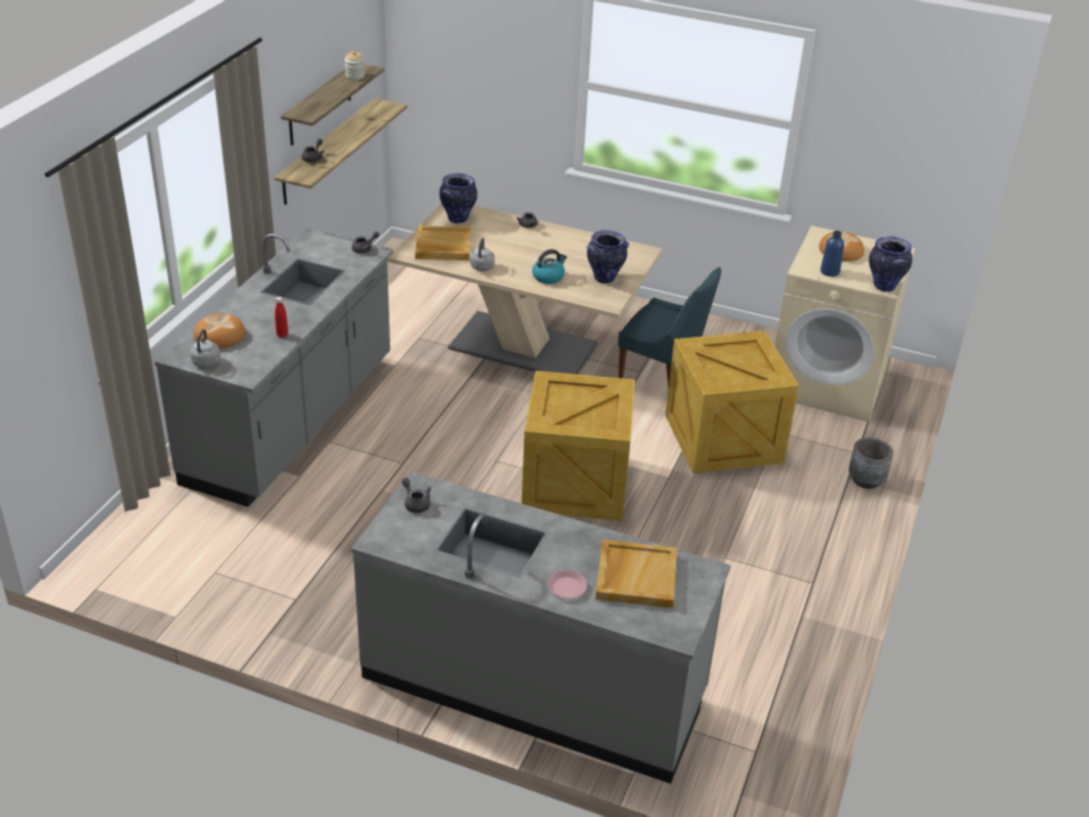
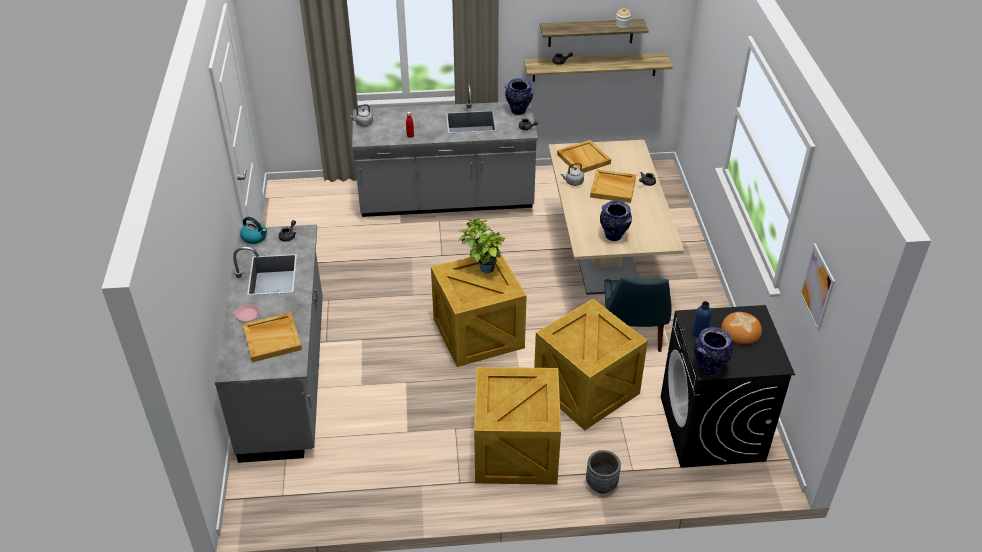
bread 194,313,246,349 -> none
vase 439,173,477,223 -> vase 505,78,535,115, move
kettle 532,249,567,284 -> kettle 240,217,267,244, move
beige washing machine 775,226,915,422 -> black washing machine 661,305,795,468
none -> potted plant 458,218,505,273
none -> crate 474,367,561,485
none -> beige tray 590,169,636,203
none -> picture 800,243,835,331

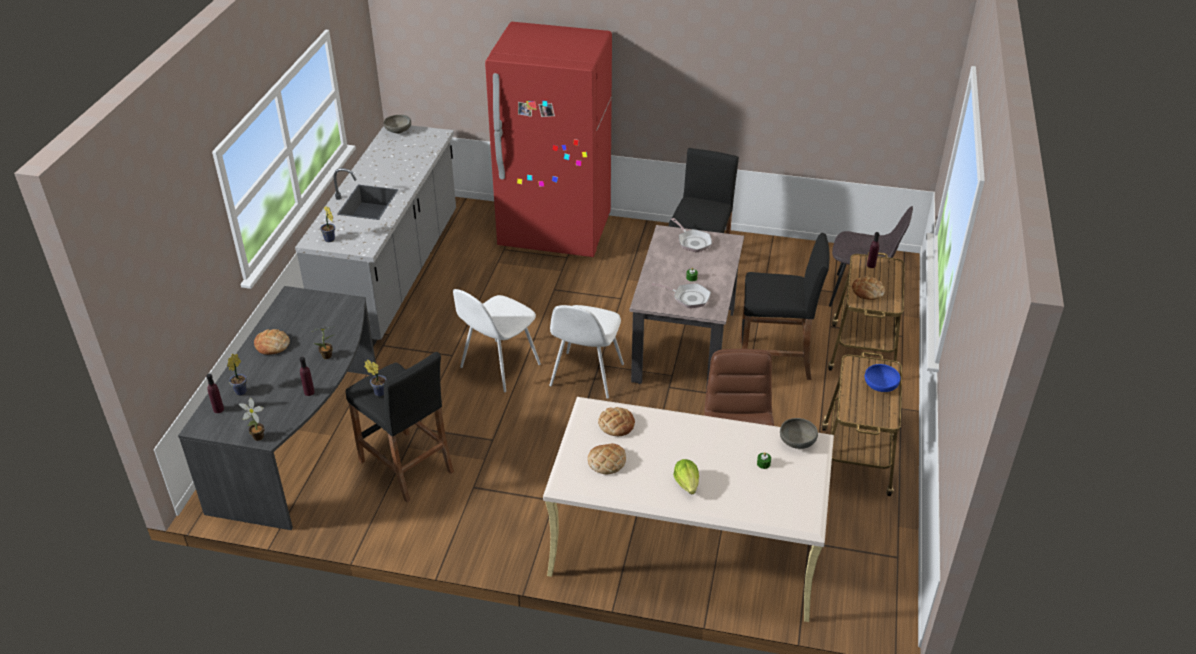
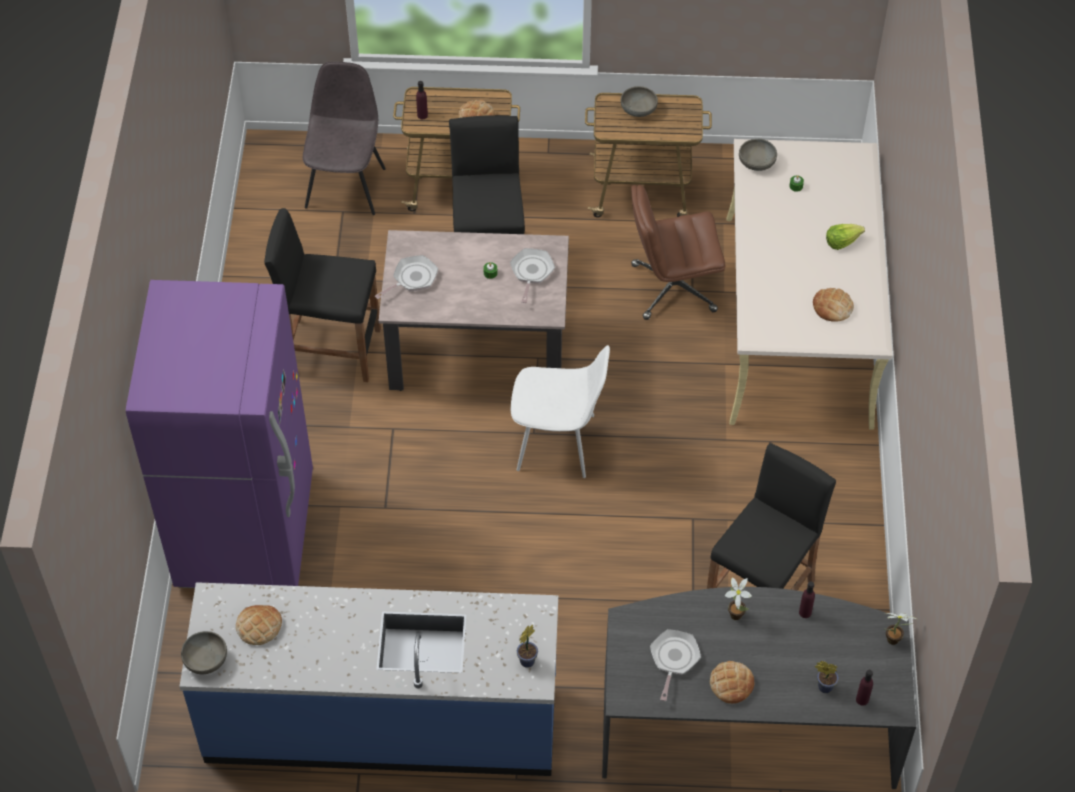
grey counter 295,125,456,347 -> blue counter 179,582,558,776
potted plant 364,360,387,397 -> none
white chair 453,289,541,392 -> none
red fridge 485,22,612,257 -> purple fridge 126,280,313,588
bread 598,407,635,436 -> bread 236,605,282,645, move
blue bowl 865,364,900,392 -> grey bowl 621,86,658,117
none -> frying pan 650,629,701,701

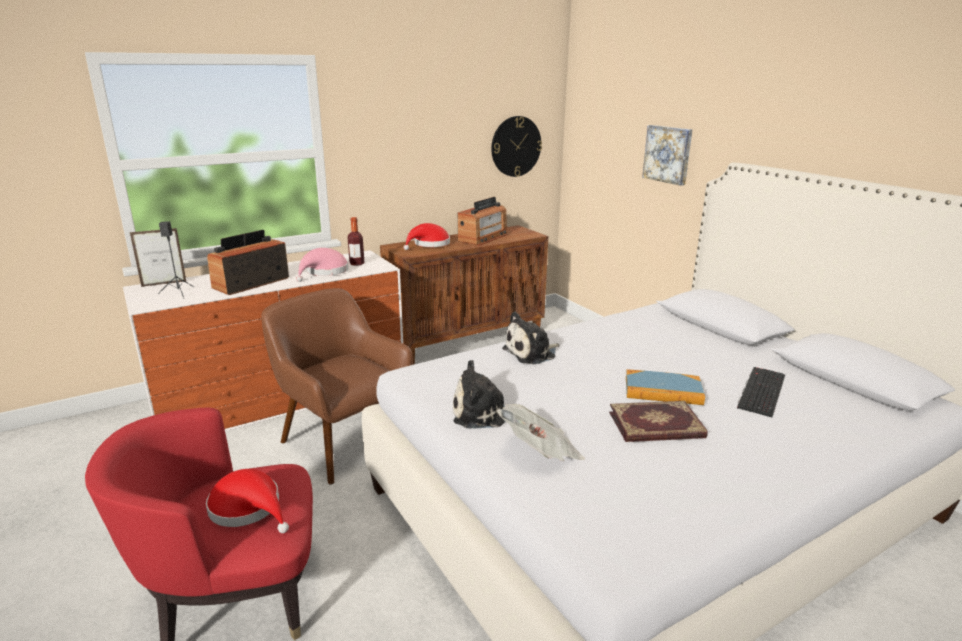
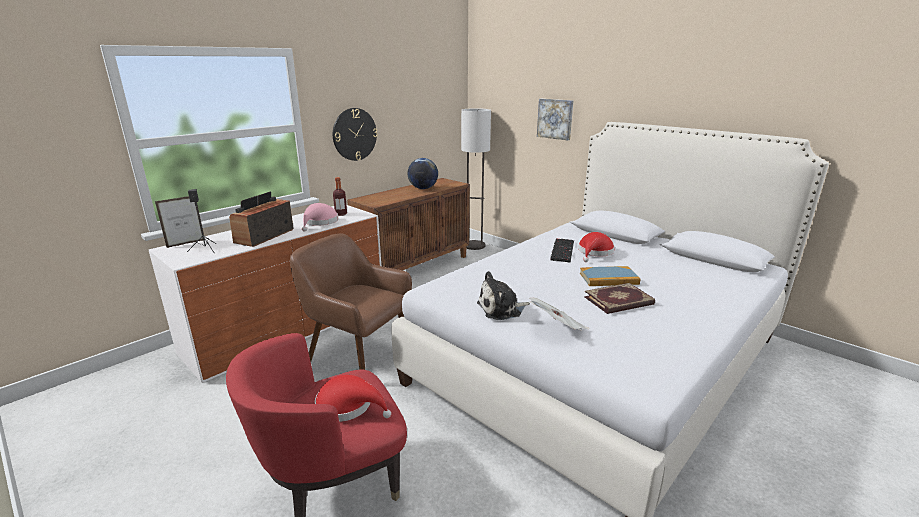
red hat 404,223,450,250 -> red hat 578,232,615,262, move
radio 458,197,507,246 -> globe 408,158,438,189
wall clock 491,116,542,177 -> wall clock 333,108,378,161, move
plush toy 502,312,560,364 -> none
keyboard 737,367,785,417 -> keyboard 550,238,574,263, move
none -> floor lamp 461,108,491,250

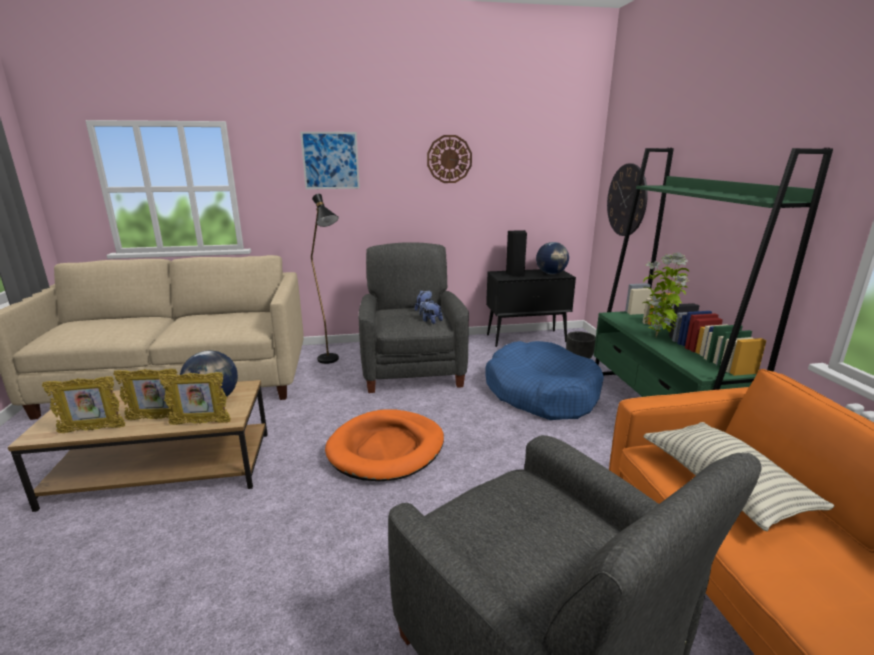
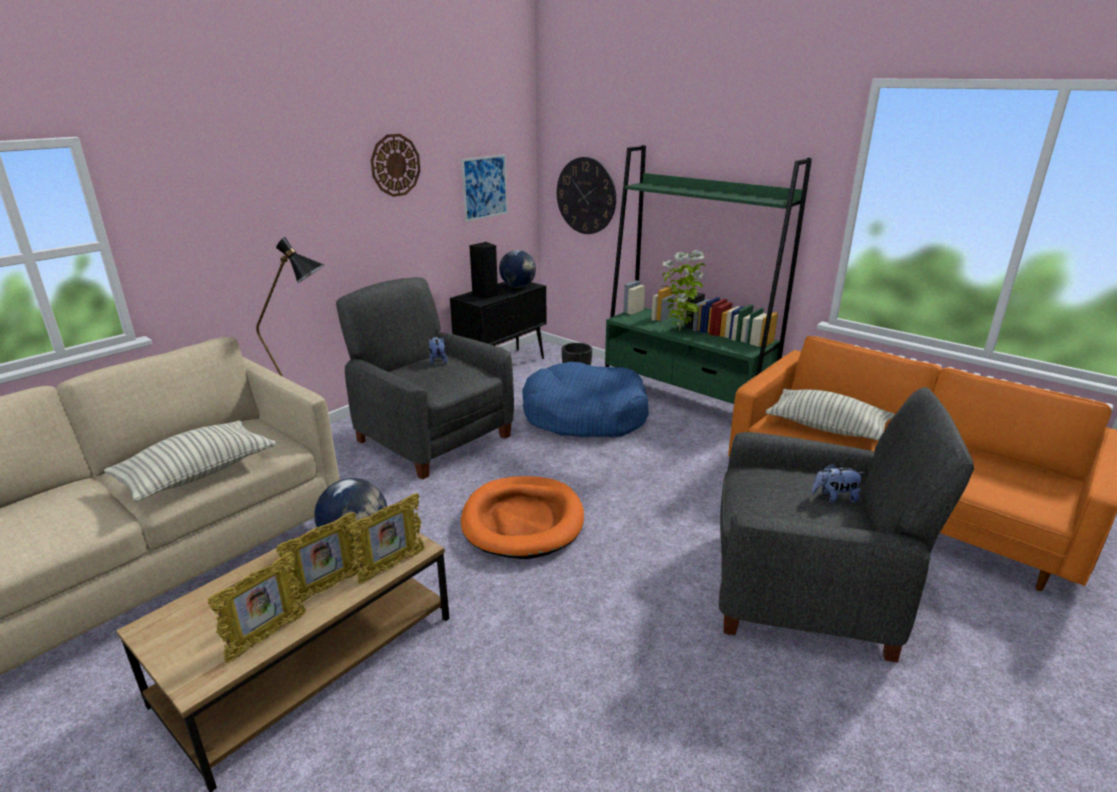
picture 300,132,360,189 -> picture 461,154,508,222, move
plush toy 419,300,443,324 -> plush toy 812,463,865,503, move
none -> pillow 104,420,276,502

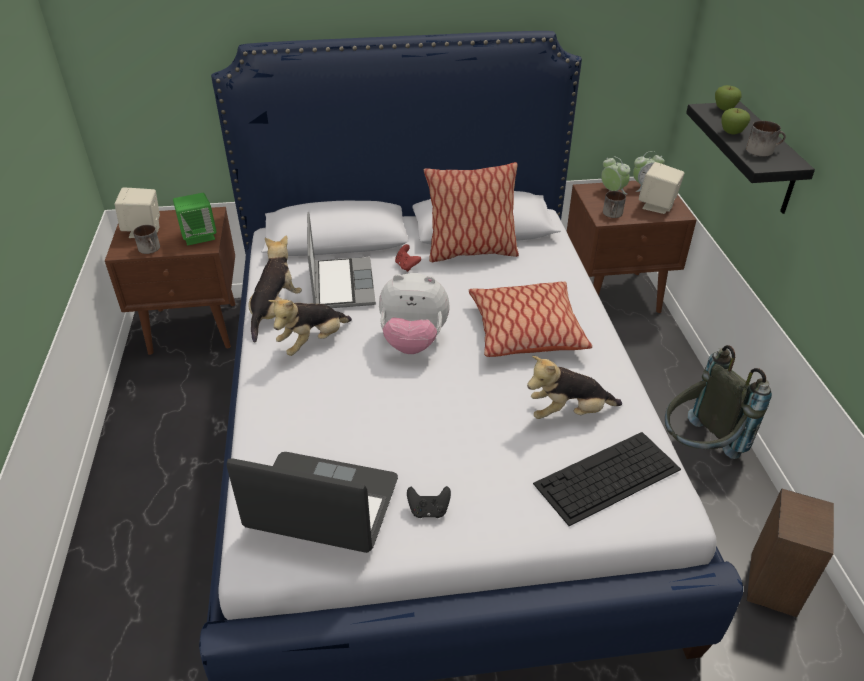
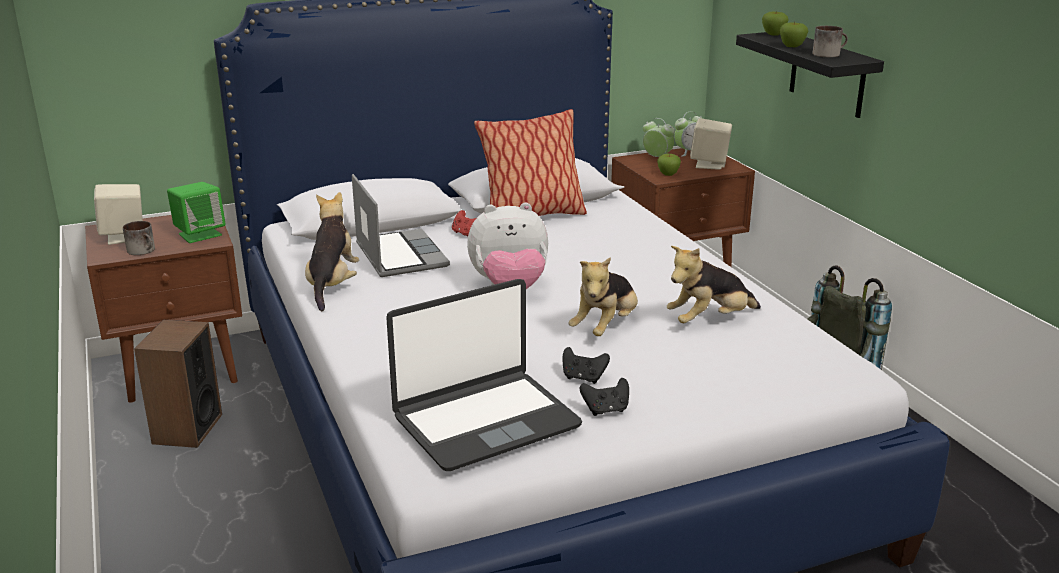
laptop 227,452,398,553 -> laptop 386,279,582,471, 150 degrees clockwise
plush toy 268,299,352,356 -> plush toy 568,257,638,336, move
pillow 469,282,592,357 -> none
keyboard 533,432,681,526 -> none
mug 603,191,626,218 -> apple 657,154,681,176
speaker 747,488,834,617 -> speaker 134,320,222,448, move
none -> black game controller 563,347,610,384

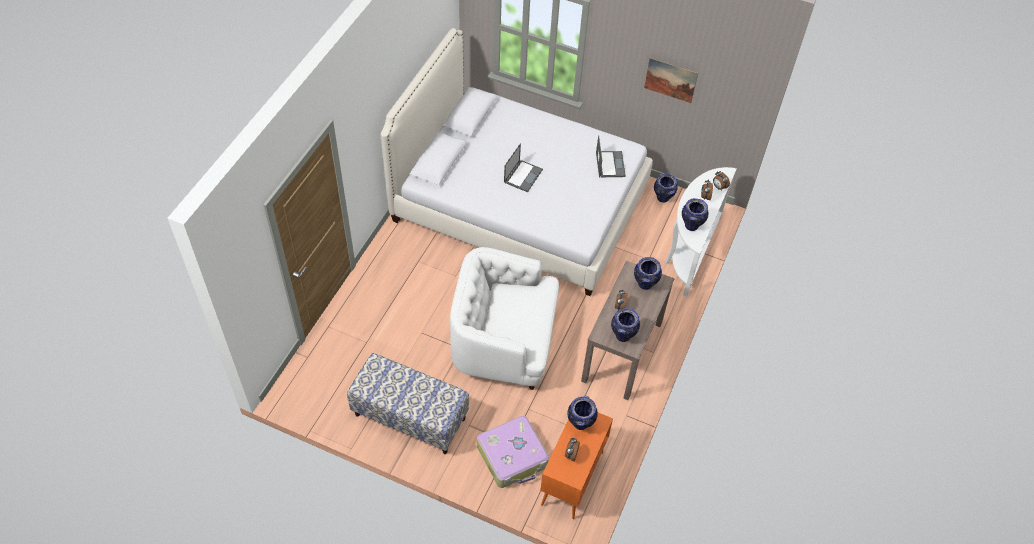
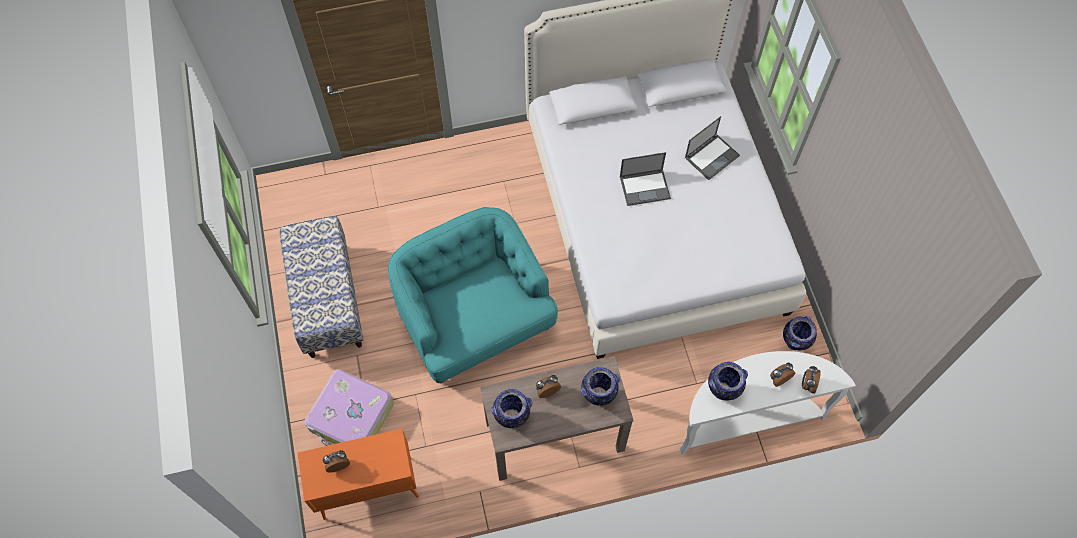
white armchair 450,247,559,390 -> turquoise armchair 388,207,558,384
vase 568,396,598,430 -> none
laptop 596,135,626,177 -> laptop 685,116,740,180, move
picture 644,57,698,103 -> none

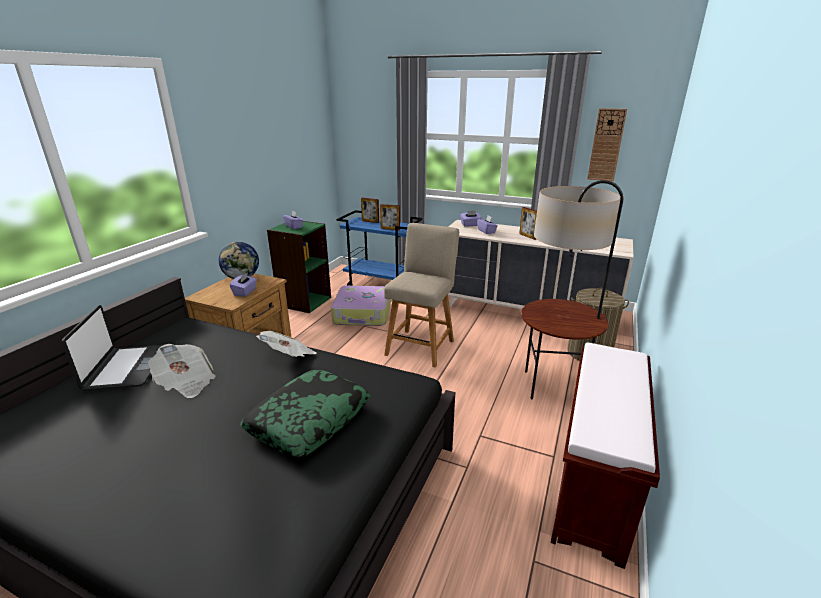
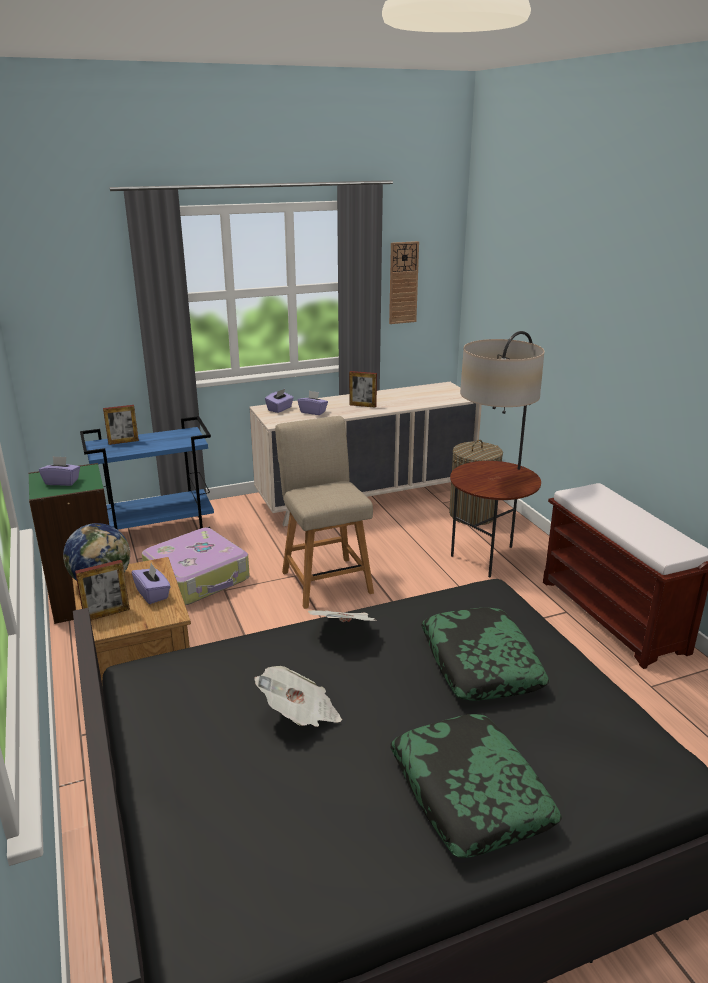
laptop 62,305,163,391 -> none
picture frame 380,204,400,230 -> picture frame 75,560,130,620, move
none -> pillow 390,714,562,858

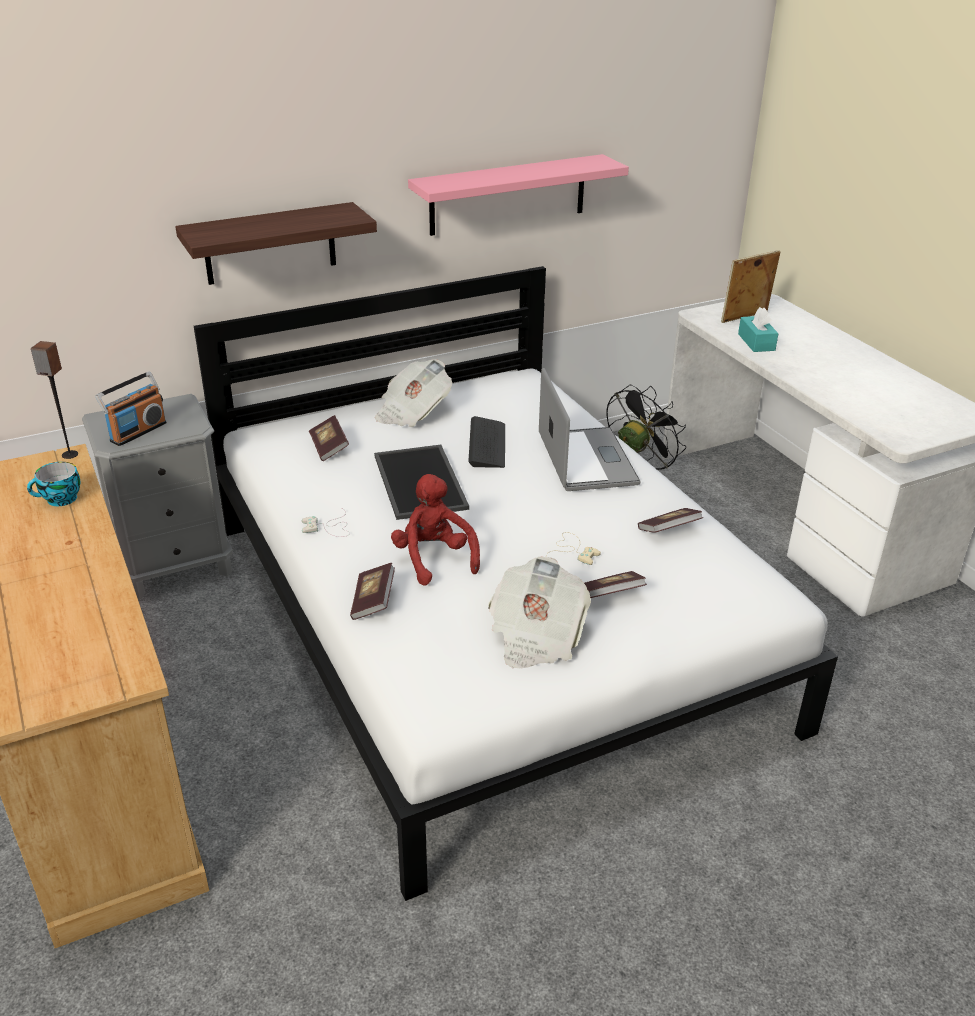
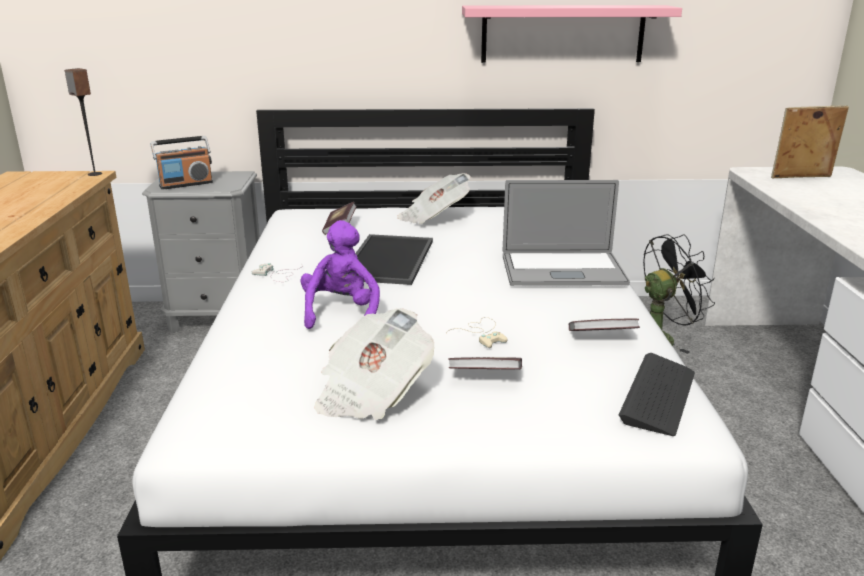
cup 27,462,80,506 -> none
shelf 175,202,377,285 -> none
book 350,563,395,620 -> none
red plush toy 391,474,480,585 -> purple plush toy 300,220,380,329
keyboard 468,416,505,468 -> keyboard 619,353,695,436, move
laptop 539,368,641,491 -> laptop 503,180,630,286, 75 degrees clockwise
turquoise tissue box 738,307,779,352 -> none

